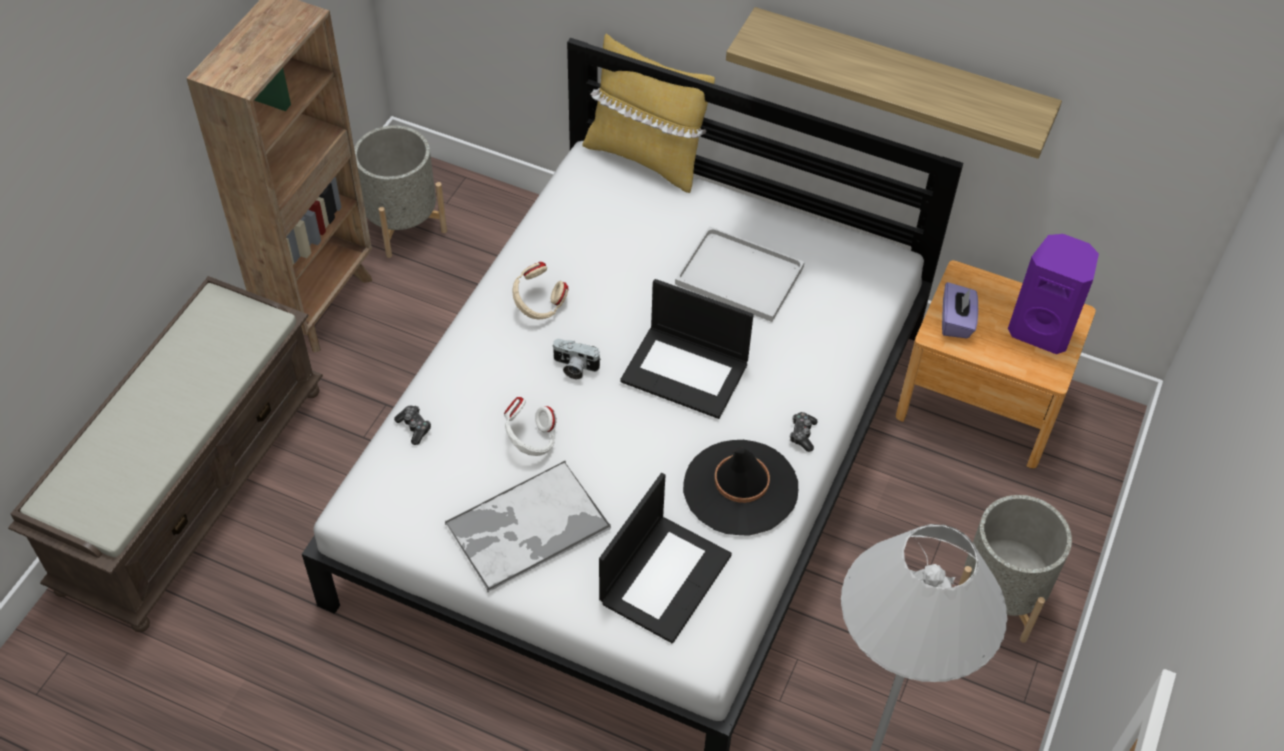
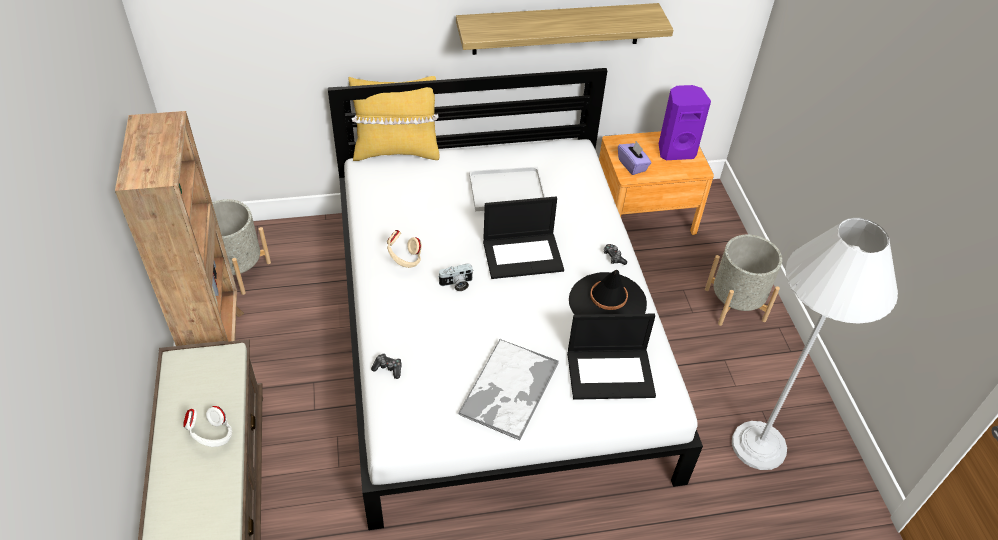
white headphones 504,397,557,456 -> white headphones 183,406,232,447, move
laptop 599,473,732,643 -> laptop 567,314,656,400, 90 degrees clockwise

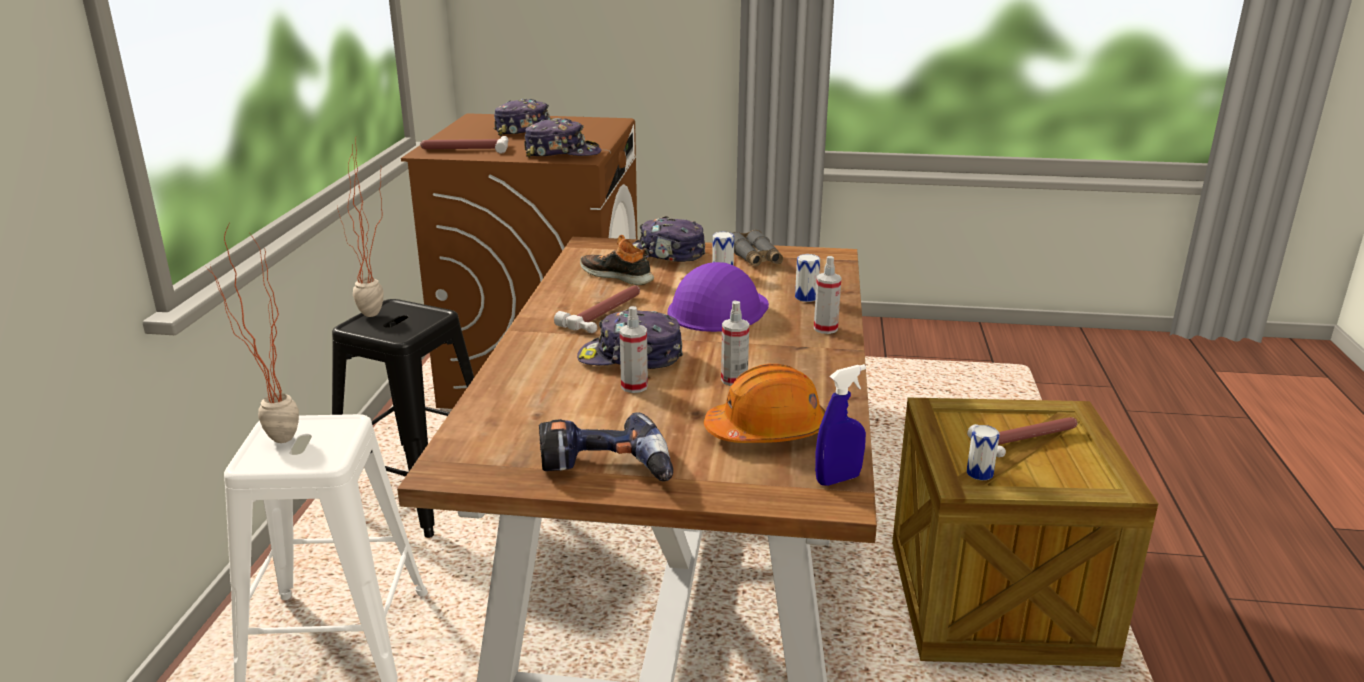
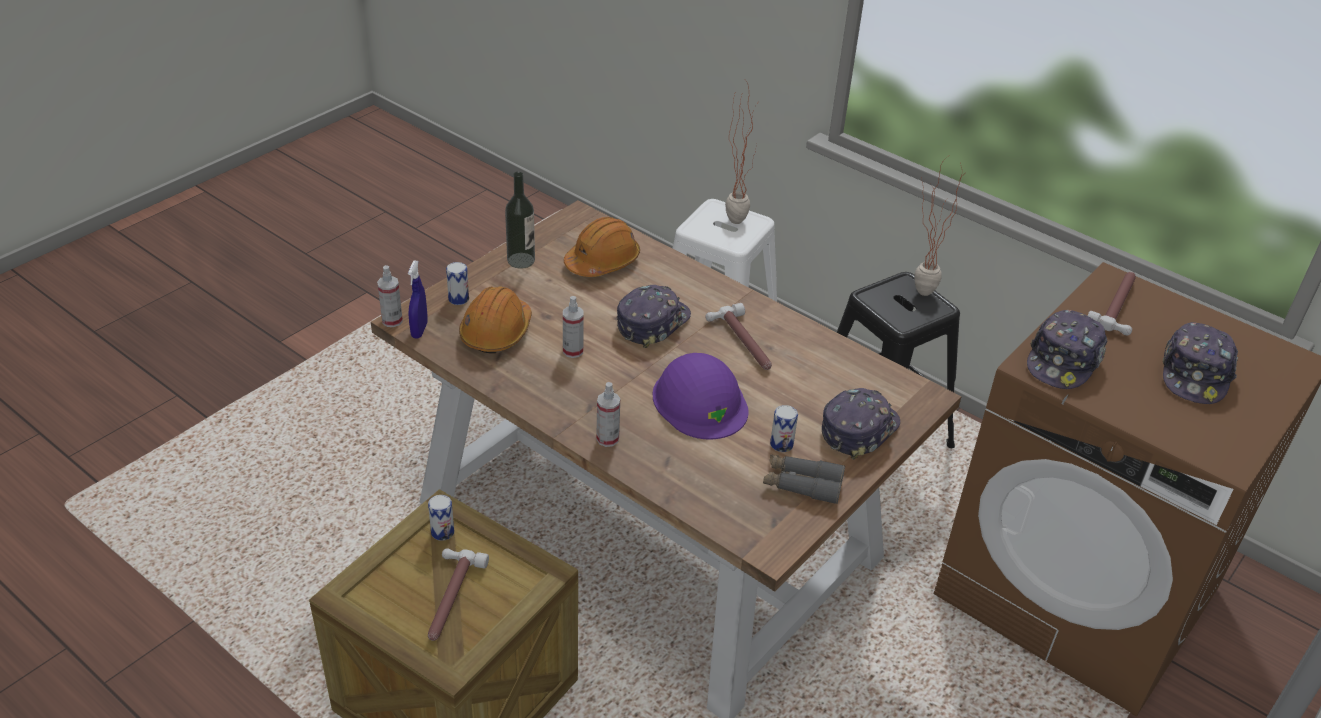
power drill 539,412,673,481 -> bottle 505,172,535,269
shoe 580,235,654,285 -> none
spray bottle 620,306,648,393 -> spray bottle 377,265,403,327, move
can 795,254,820,302 -> can 446,262,469,305, move
none -> orange hard hat 564,217,640,277

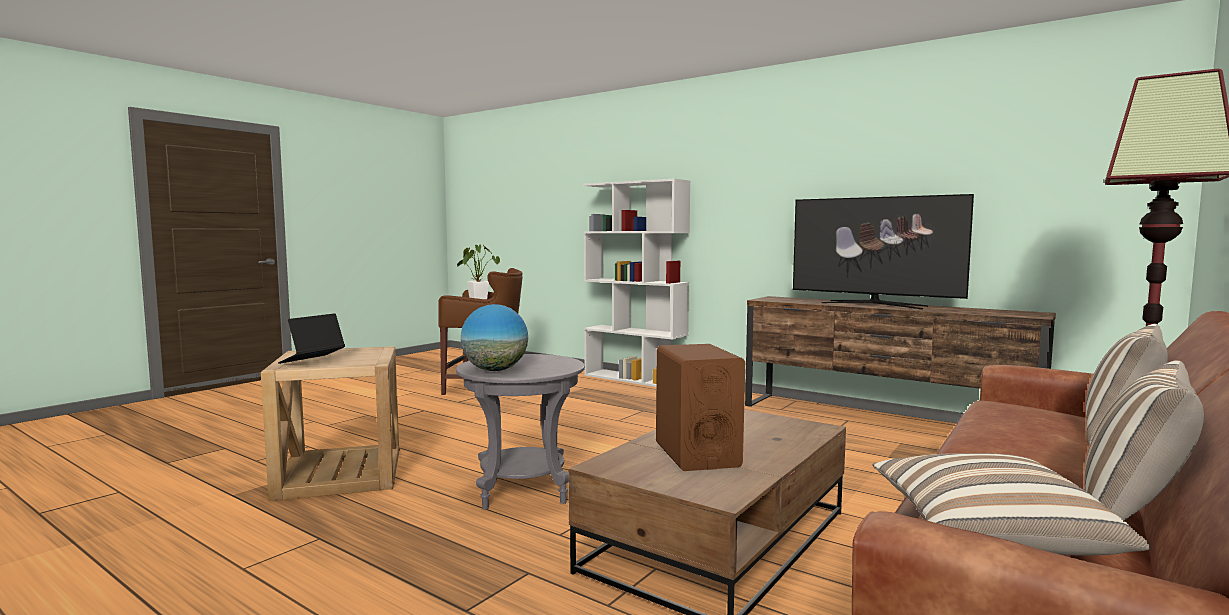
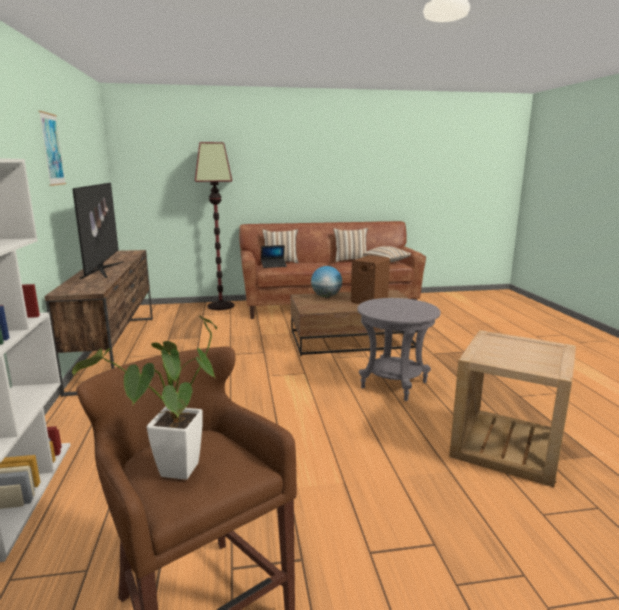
laptop 278,313,345,364 -> laptop 261,245,287,268, move
globe 461,304,528,371 -> globe 311,266,342,297, move
none -> picture 38,111,66,186

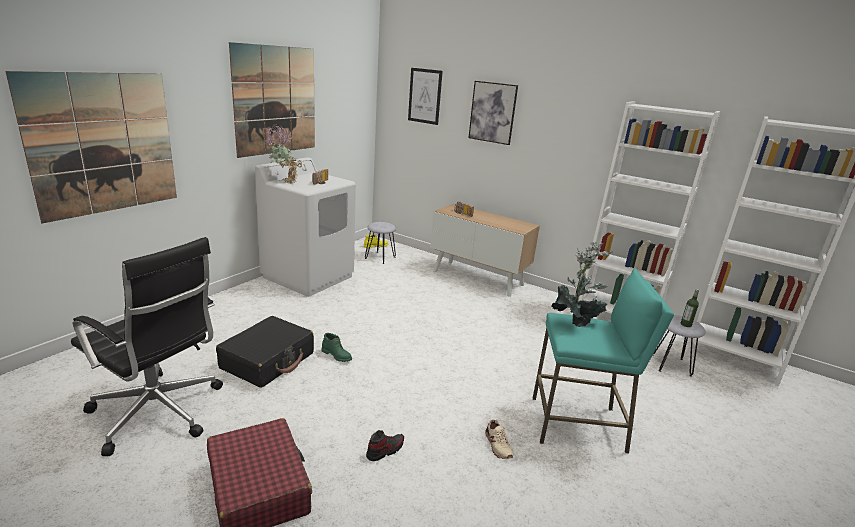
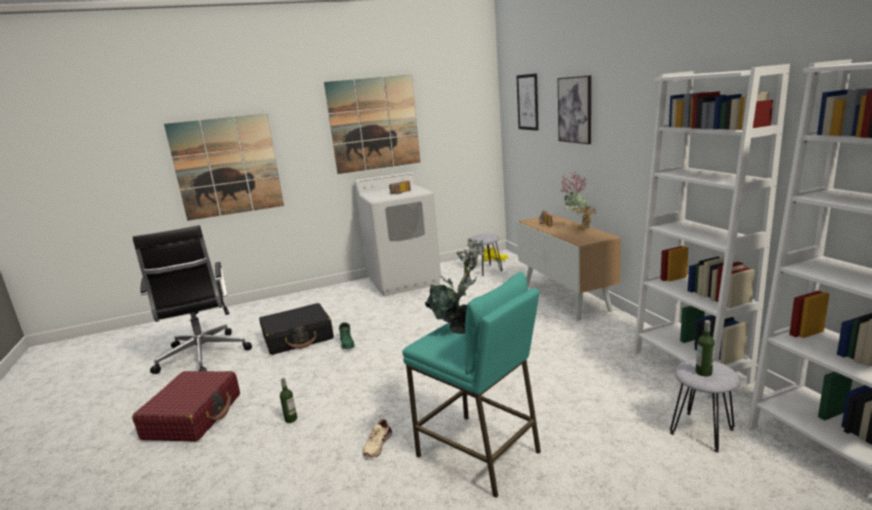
potted plant 264,124,302,184 -> potted plant 560,172,596,231, move
shoe 366,430,404,461 -> bottle 280,378,297,423

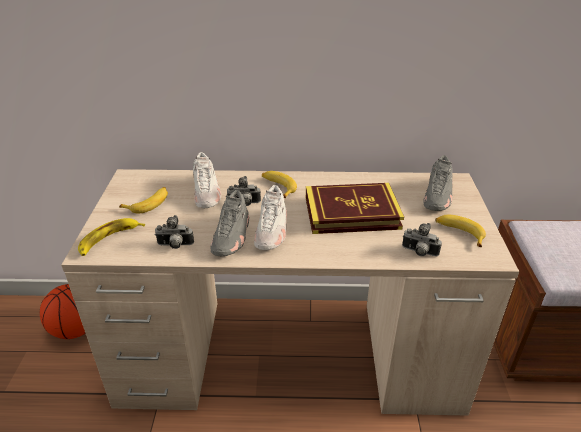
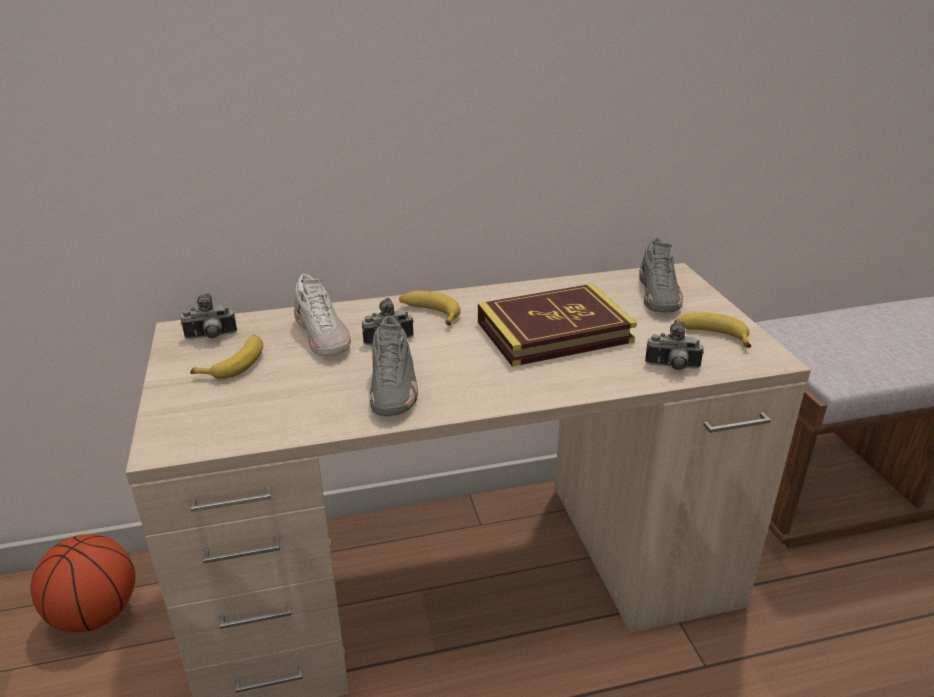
banana 78,218,145,256 -> none
photo camera 155,215,194,249 -> photo camera 180,293,237,339, move
white shoe 254,185,287,250 -> none

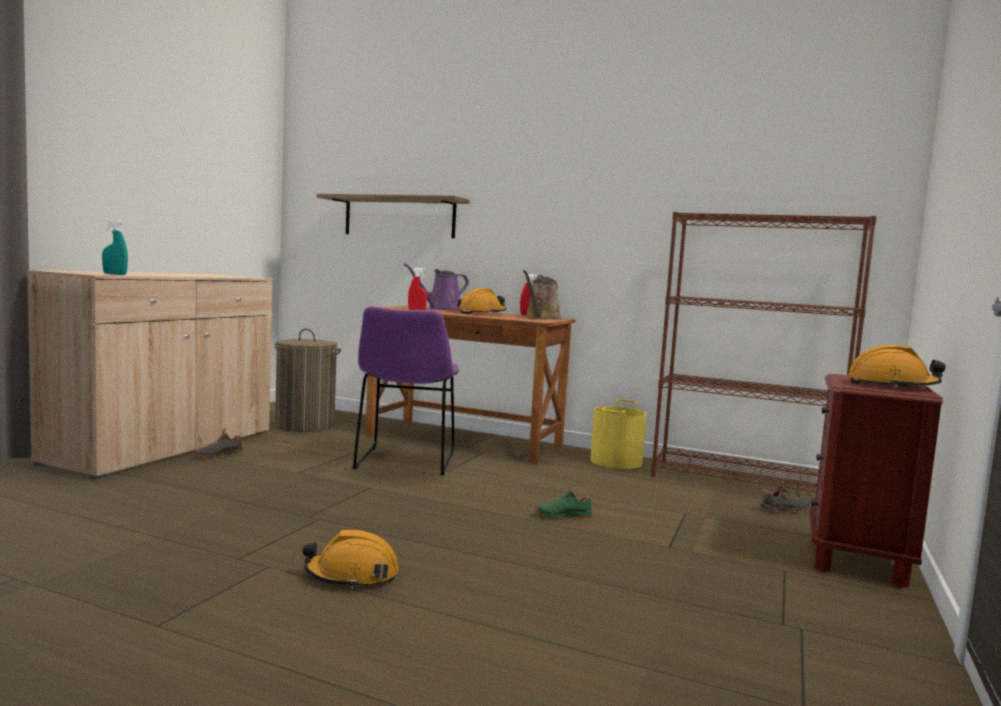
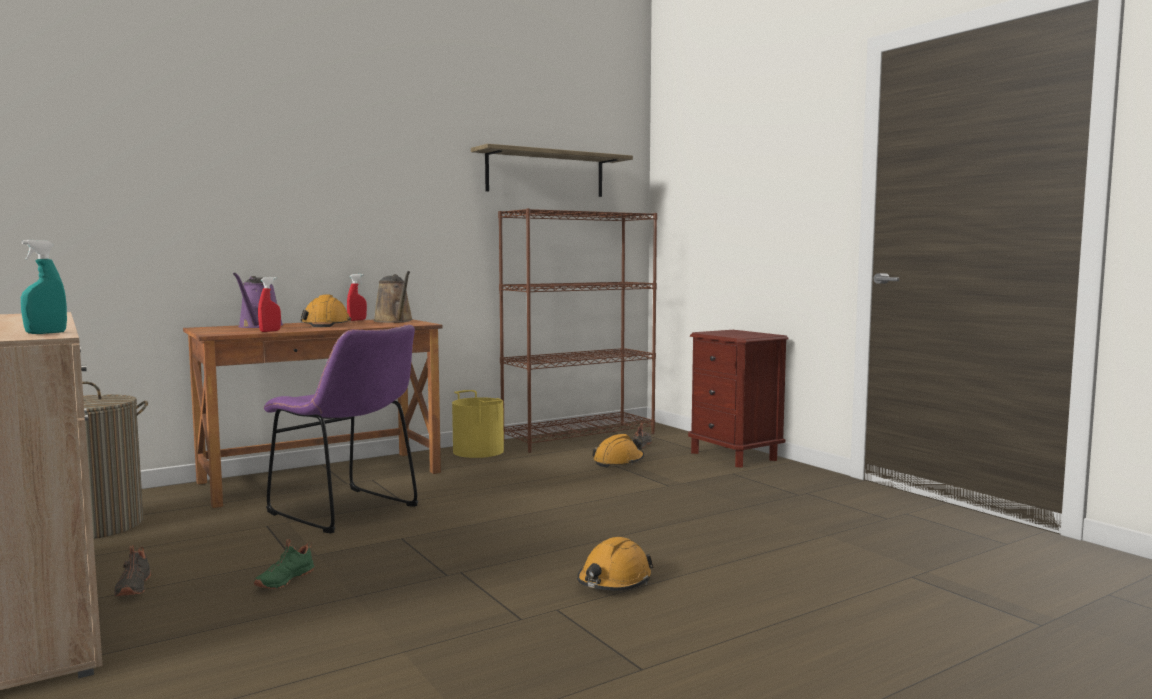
shelf 317,194,470,238 -> shelf 471,144,633,197, move
green shoe 535,484,593,519 -> green shoe 254,539,314,589, move
orange hard hat 848,345,946,388 -> orange hard hat 592,434,644,468, move

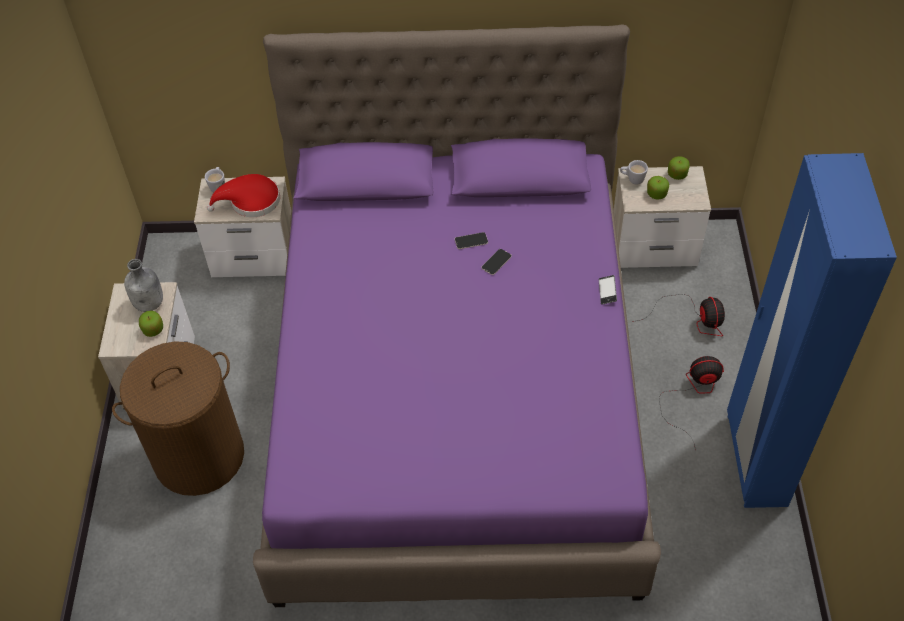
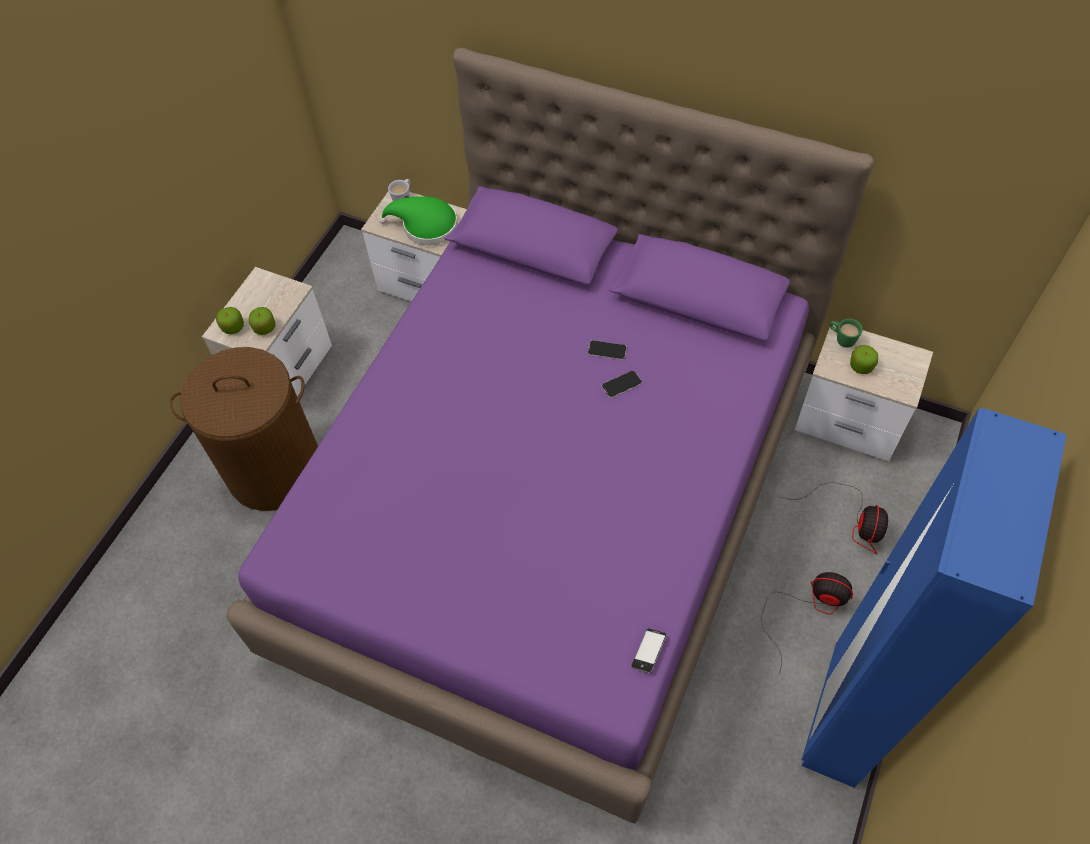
grey bottle 124,259,163,312 -> none
red hat 207,174,280,217 -> green hat 379,196,458,245
phone 599,275,617,305 -> phone 631,628,667,673, move
white mug 620,160,648,184 -> green mug 830,319,863,348
apple 668,156,690,180 -> apple 216,307,244,334, move

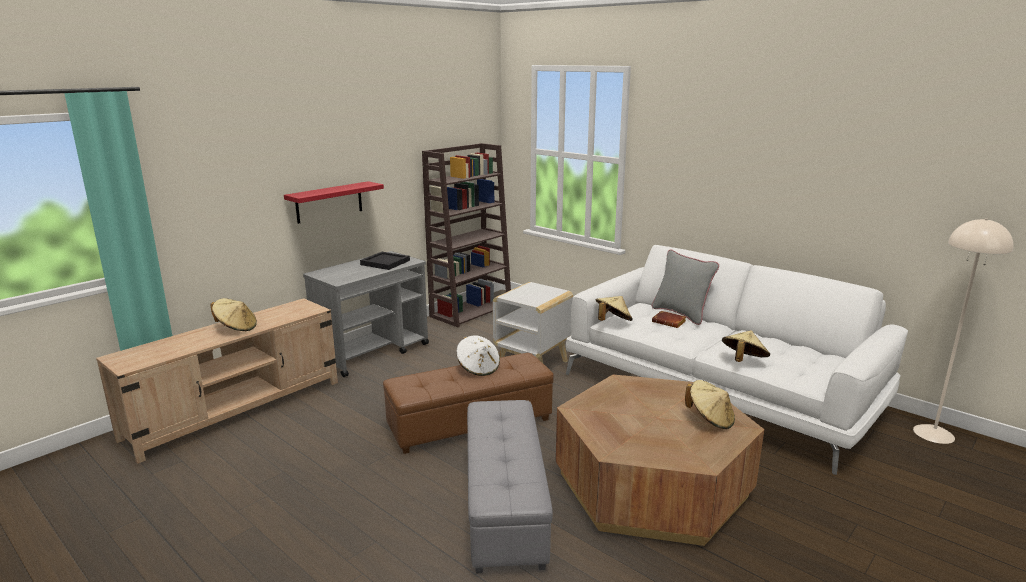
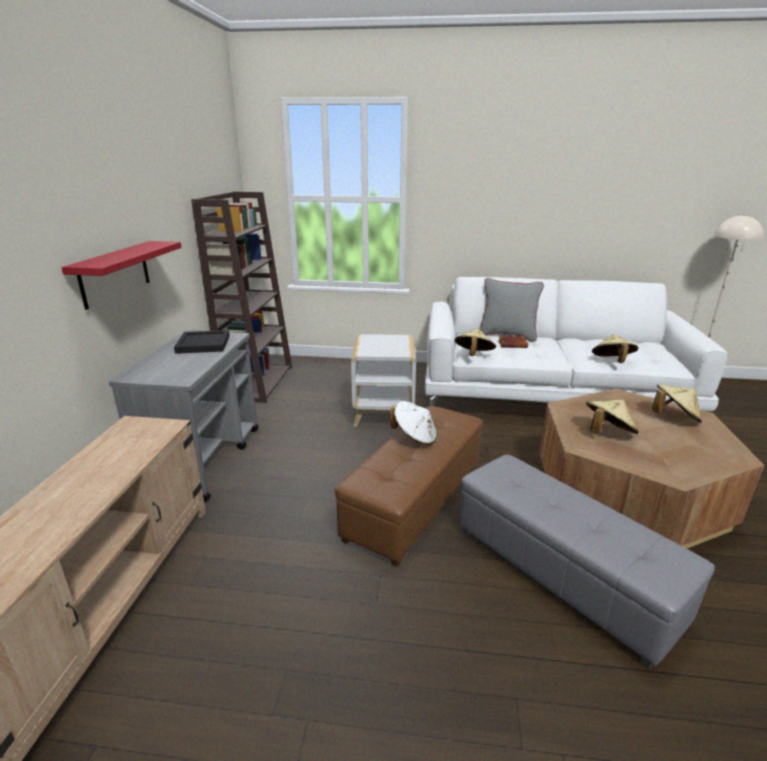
beige hat 210,298,257,331 -> beige hat 586,400,639,434, move

